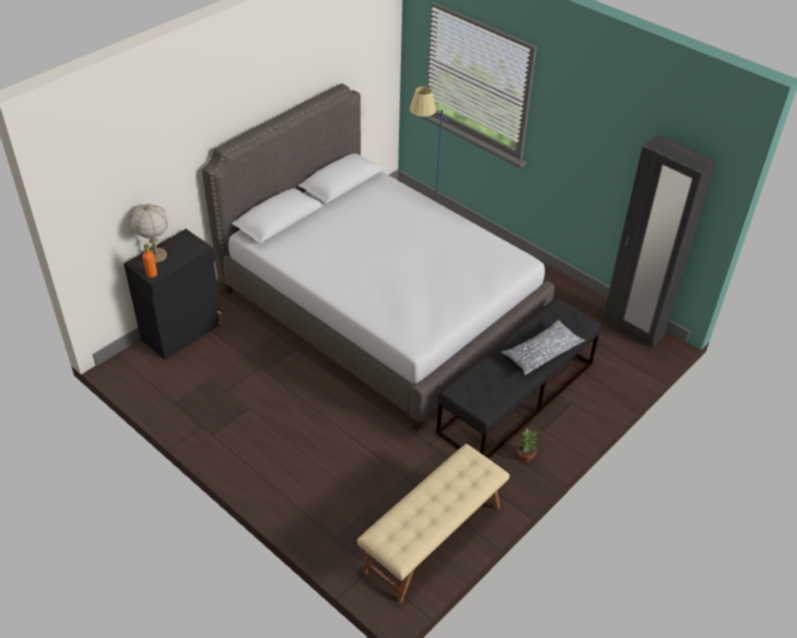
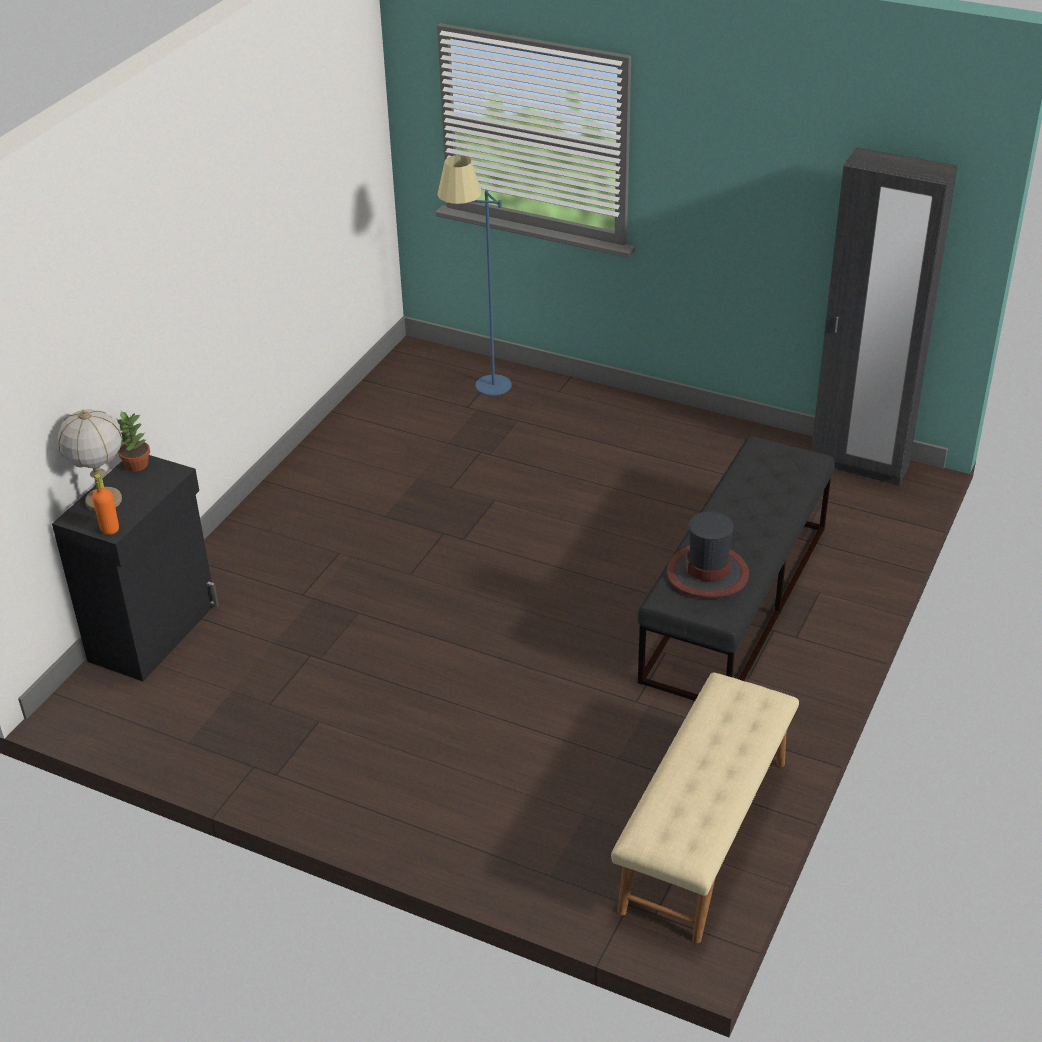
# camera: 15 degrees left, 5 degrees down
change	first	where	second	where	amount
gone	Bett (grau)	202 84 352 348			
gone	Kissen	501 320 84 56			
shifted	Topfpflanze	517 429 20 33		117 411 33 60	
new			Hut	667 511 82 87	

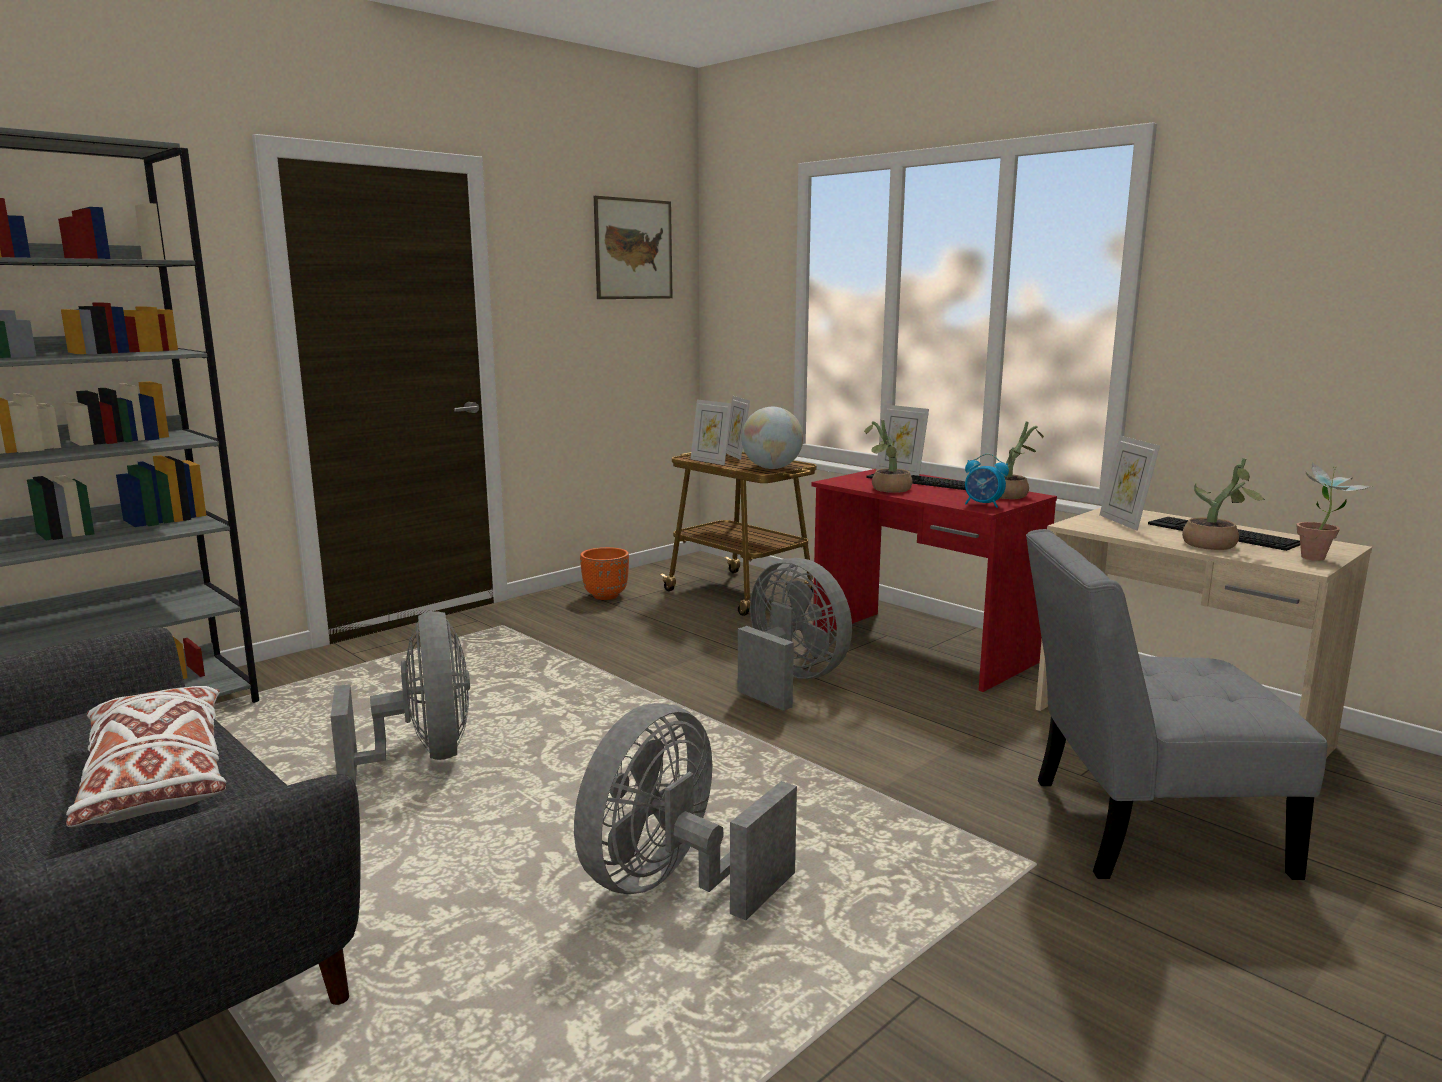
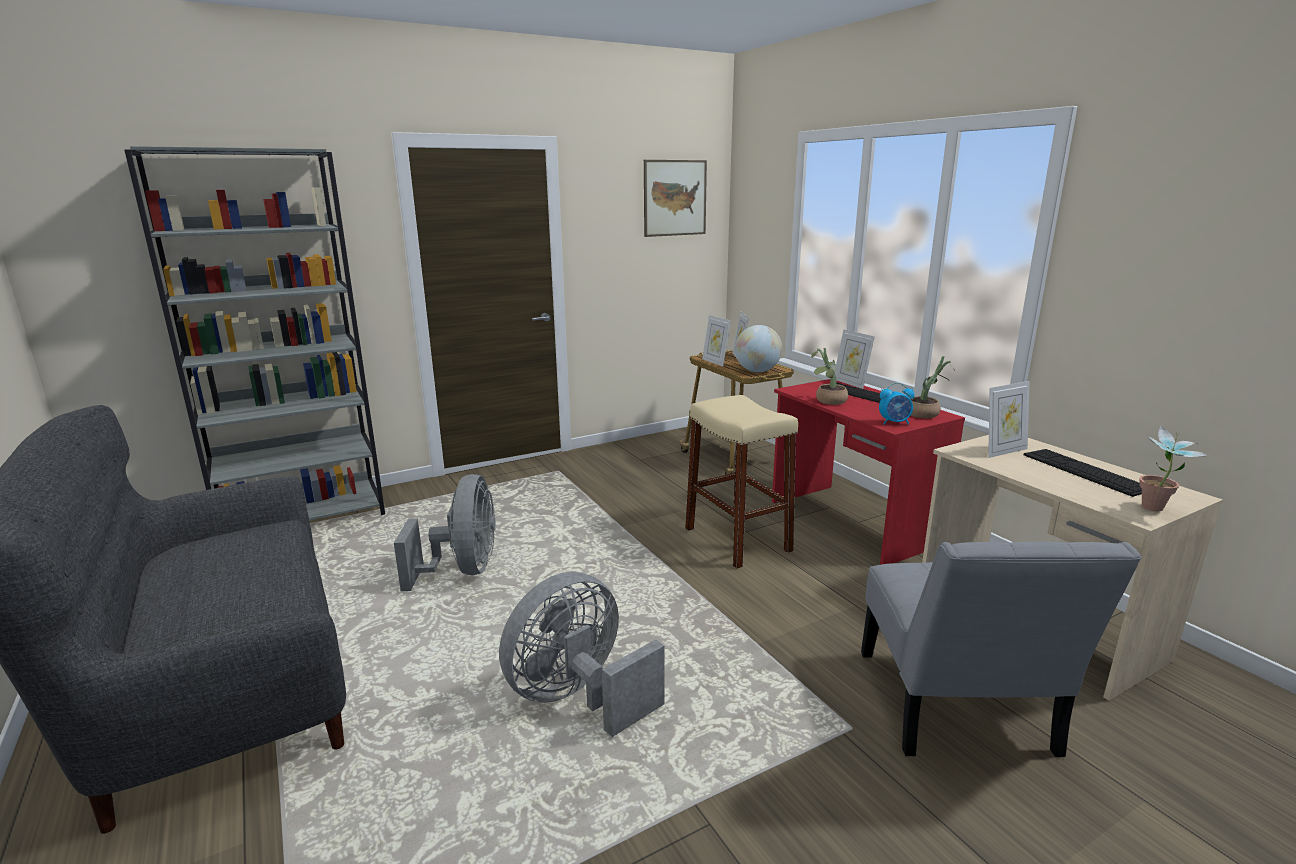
# camera: 15 degrees right, 5 degrees up
change	first	where	second	where	amount
rotated	Bilderrahmen	1099 435 61 96		988 381 42 77	120 degrees counterclockwise
rotated	Wecker	965 454 44 54		879 382 36 43	45 degrees counterclockwise
gone	Topfpflanze	1182 458 83 92			
rotated	Stuhl (grau)	1026 529 301 351		861 542 281 215	105 degrees counterclockwise
gone	Pflanzkübel (orange)	580 547 49 53			
swapped	Ventilator (grau)	738 558 114 153	Hocker (beige)	685 395 113 174	
gone	Kissen (weiß)	66 686 160 141			

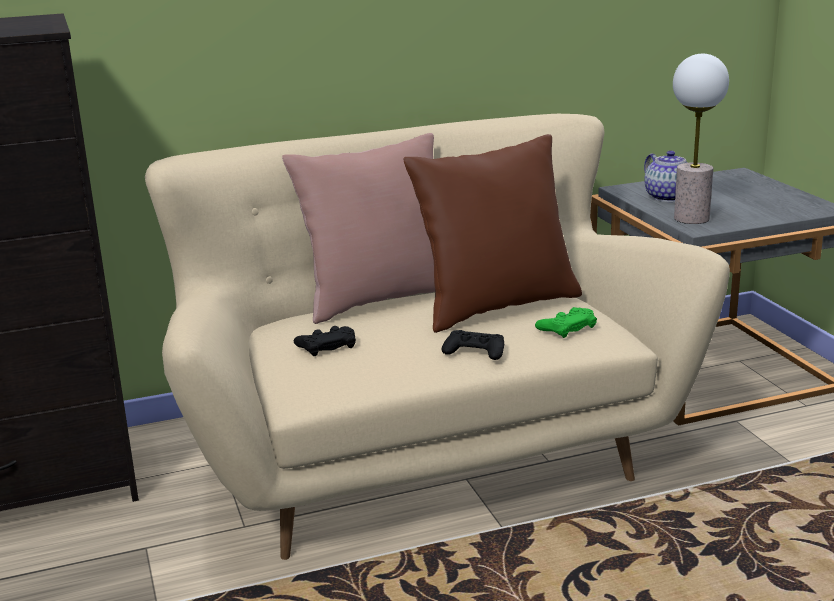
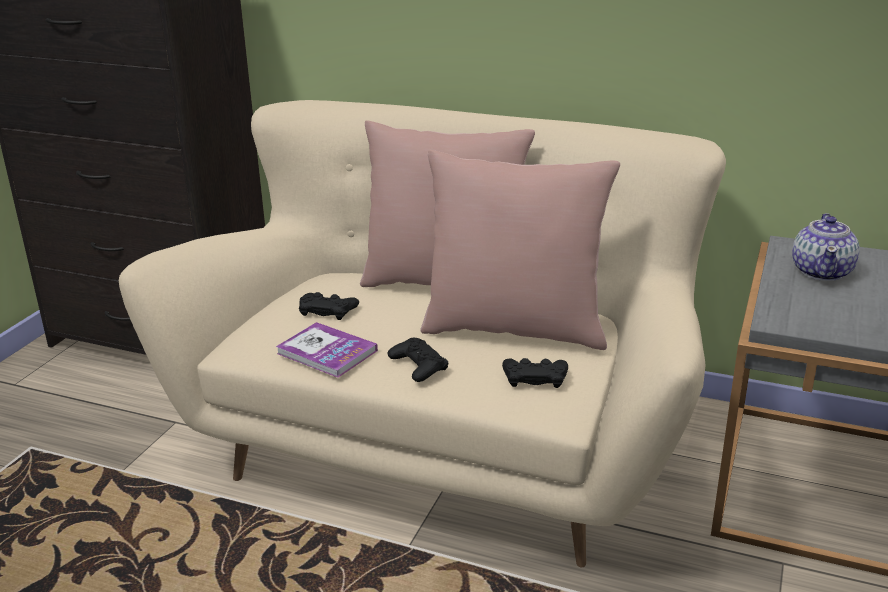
# camera: 40 degrees right, 5 degrees up
change	first	where	second	where	amount
gone	Tischlampe	673 54 56 170			
repainted	Kissen (braun)	404 134 178 199	Kissen (rosa)	420 150 200 200	
repainted	Gamepad (grün)	535 307 62 31	Gamepad (schwarz)	502 358 66 30	
new			Buch	276 322 102 56	

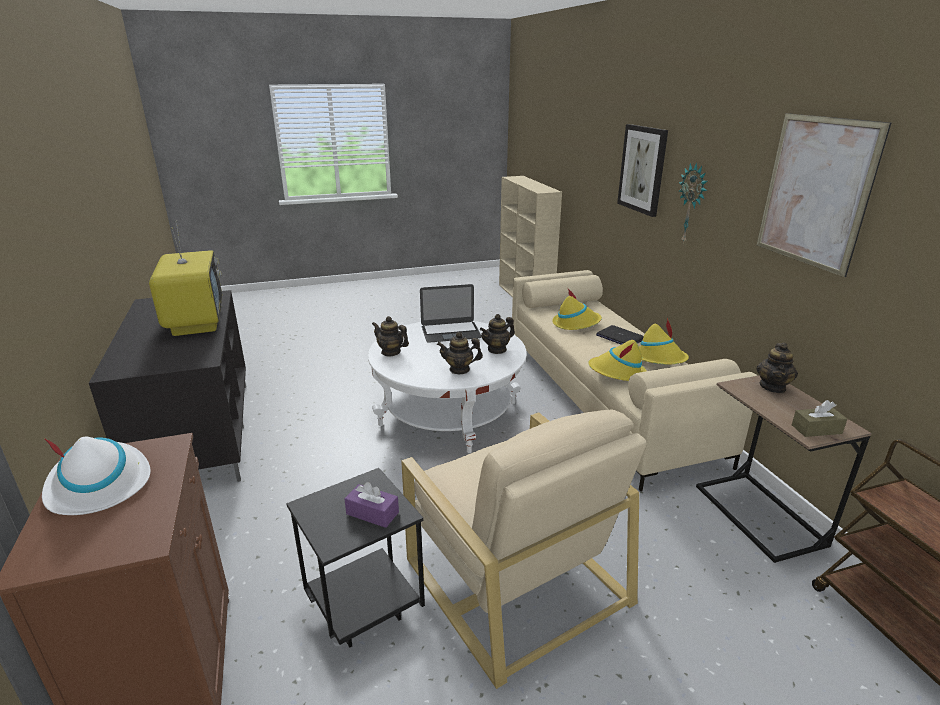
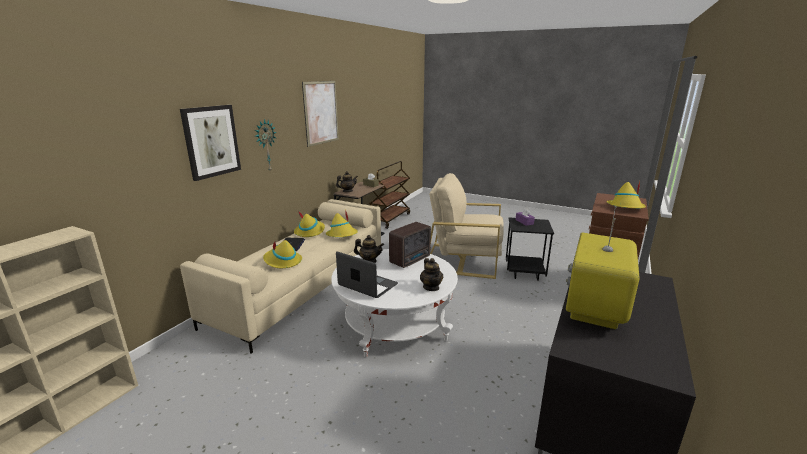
# camera: 135 degrees left, 5 degrees down
change	first	where	second	where	amount
swapped	Teekanne	437 332 46 42	Radio	389 222 42 46	
rotated	Sessel (beige)	401 409 246 280		429 173 75 106	90 degrees counterclockwise
repainted	Hut (weiß)	42 437 109 78	Hut (gelb)	607 182 39 26	

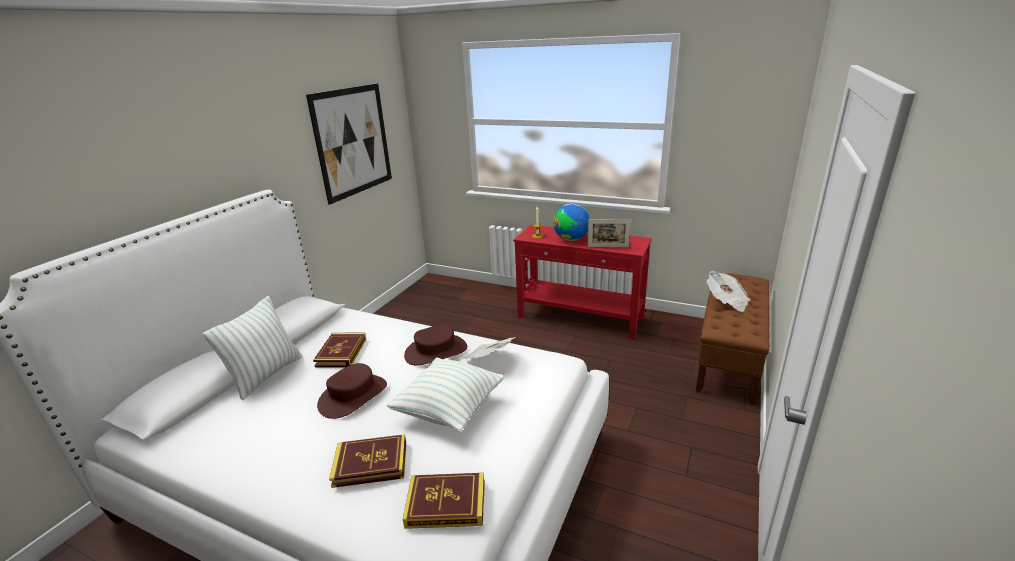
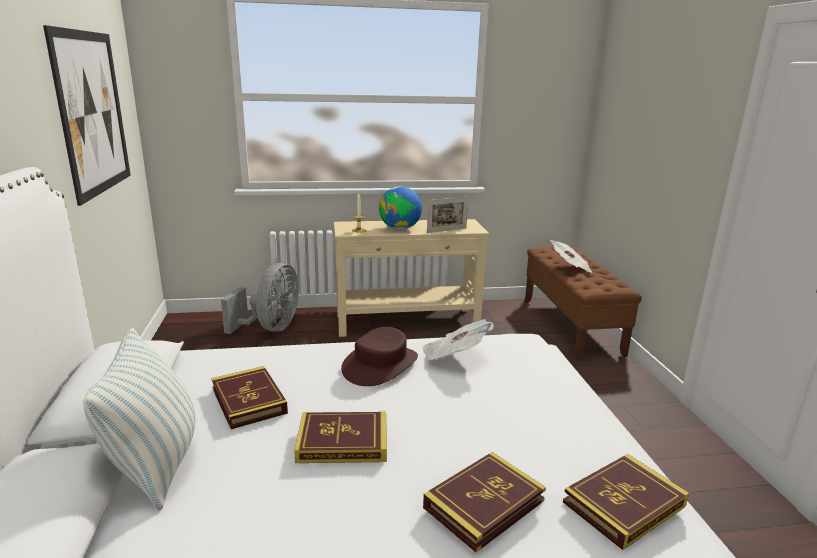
# camera: 35 degrees left, 5 degrees down
change	first	where	second	where	amount
repainted	Konsolentisch (rot)	513 225 139 115	Konsolentisch (beige)	334 219 155 118	
gone	Kissen	387 358 117 74			
swapped	Hut (braun)	317 363 70 56	Buch	294 412 93 51	
new			Ventilator (grau)	221 263 78 71	

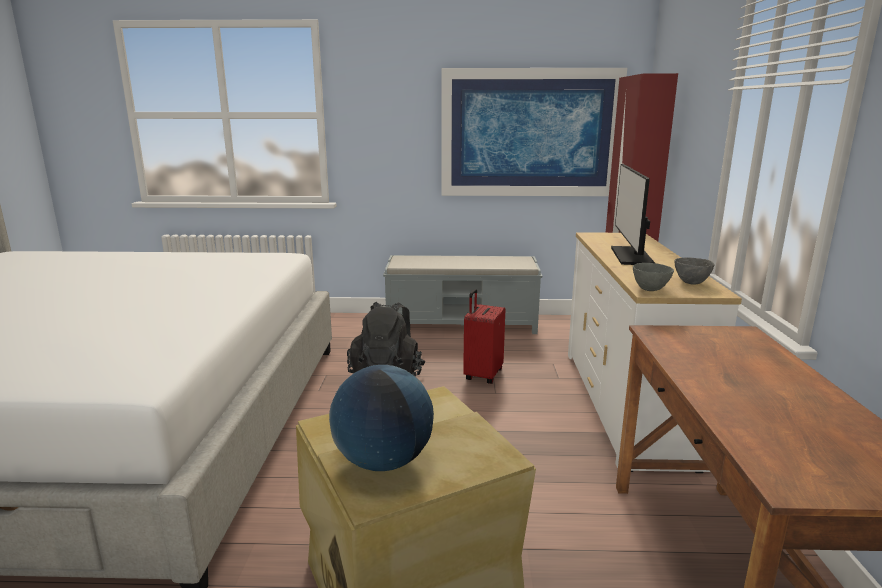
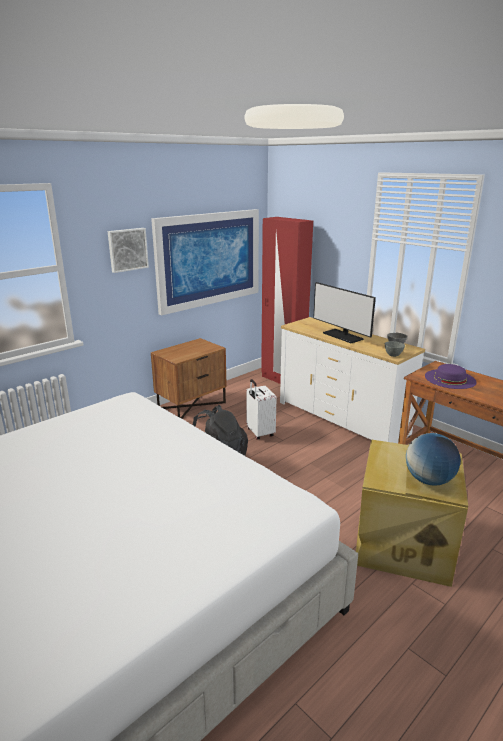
# camera: 45 degrees left, 5 degrees up
change	first	where	second	where	amount
swapped	Bank (grau)	383 255 159 79	Nachttisch (braun)	151 338 76 81	
repainted	Koffer (rot)	463 289 42 95	Koffer (weiß)	246 379 30 61	
new			Bild	108 228 41 45	
new			Hut (lila)	425 364 52 25	

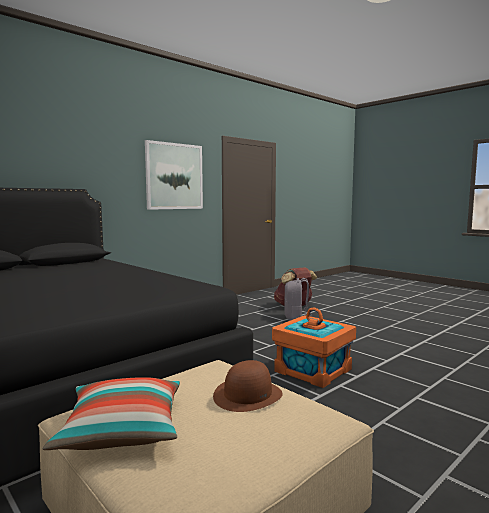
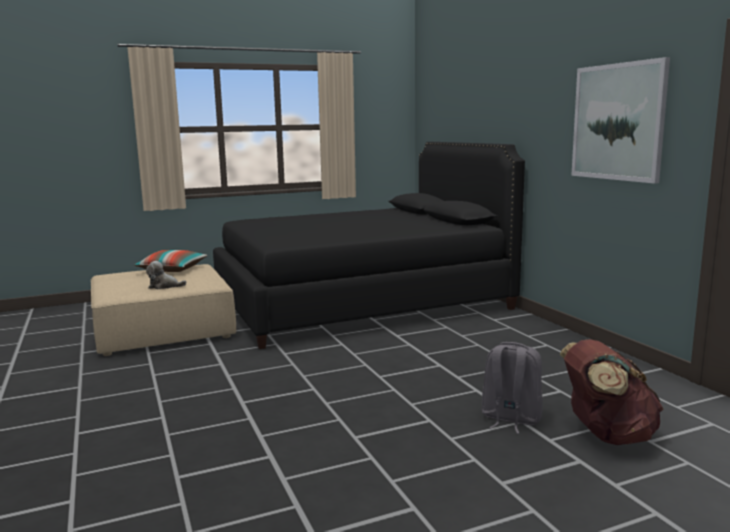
# camera: 110 degrees right, 5 degrees up
change	first	where	second	where	amount
gone	Aufbewahrungsbox (orange)	272 307 84 81			
swapped	Hut (braun)	213 360 70 52	Plüschtier	146 261 40 28	

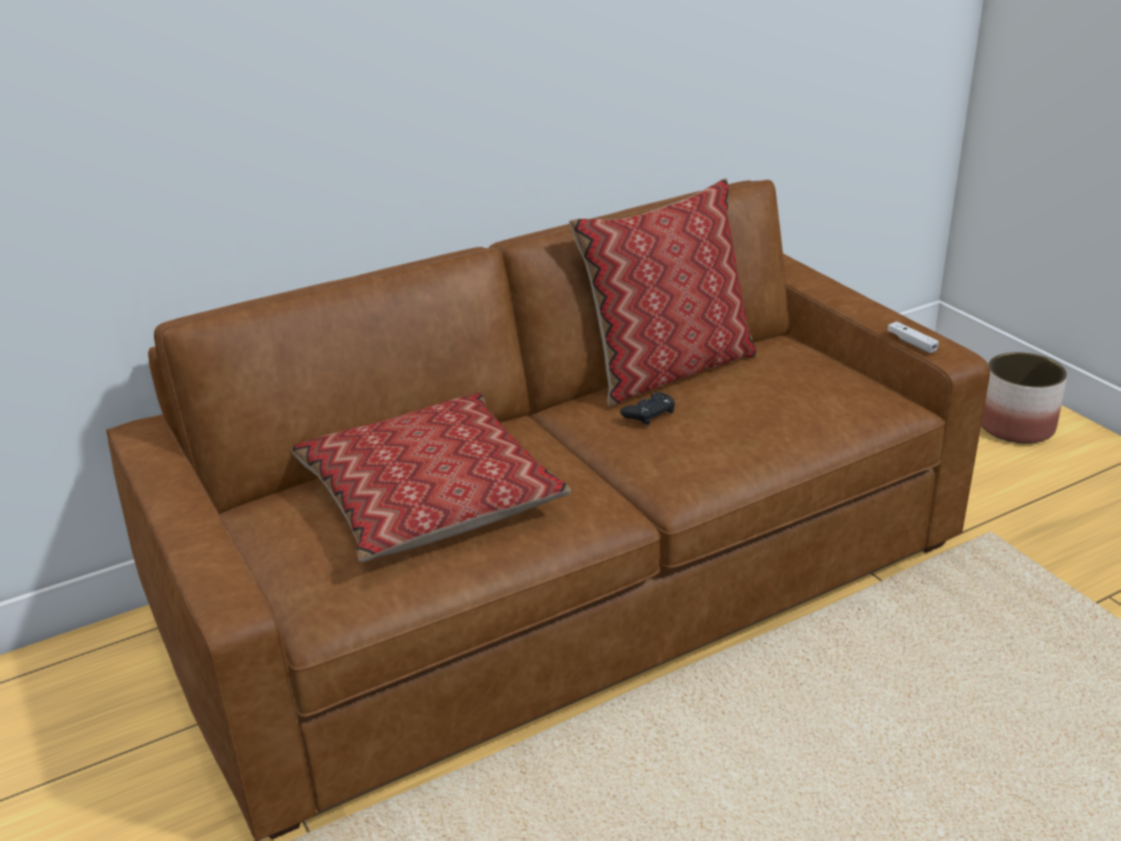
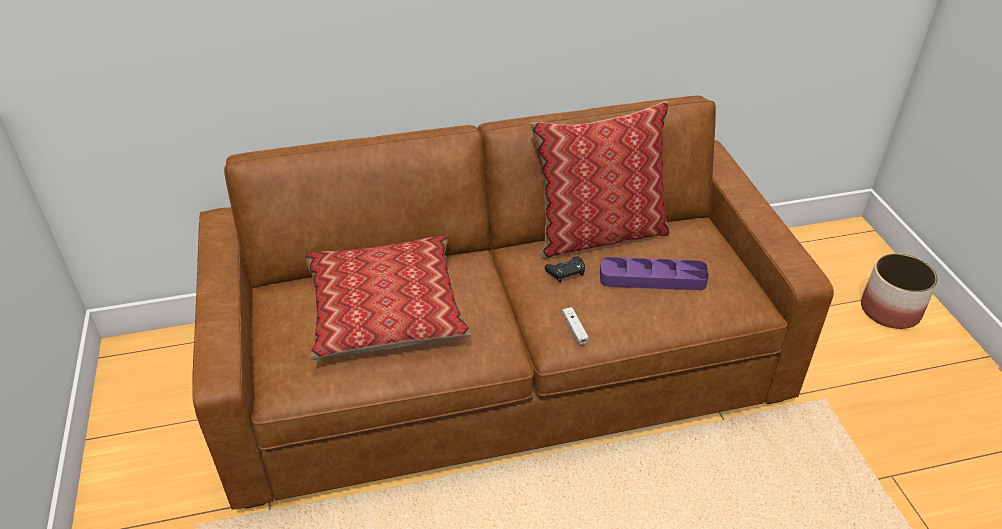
# camera: 15 degrees right, 10 degrees up
change	first	where	second	where	amount
shifted	Gamepad (weiß)	887 322 52 31		562 307 27 38	
new			Tablett (lila)	600 257 109 33	

